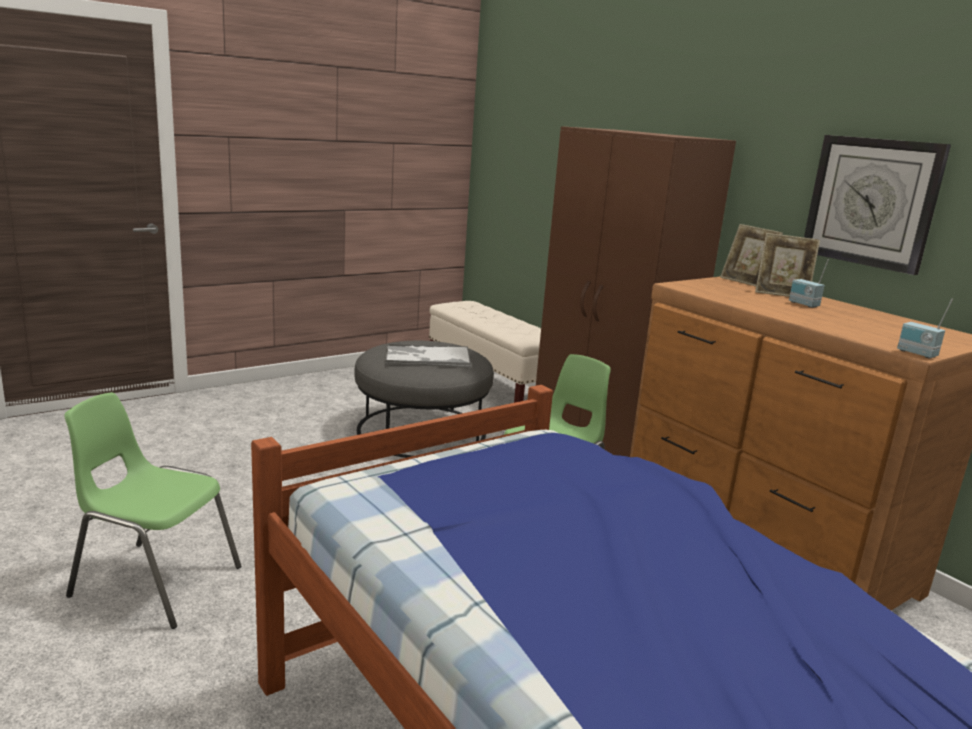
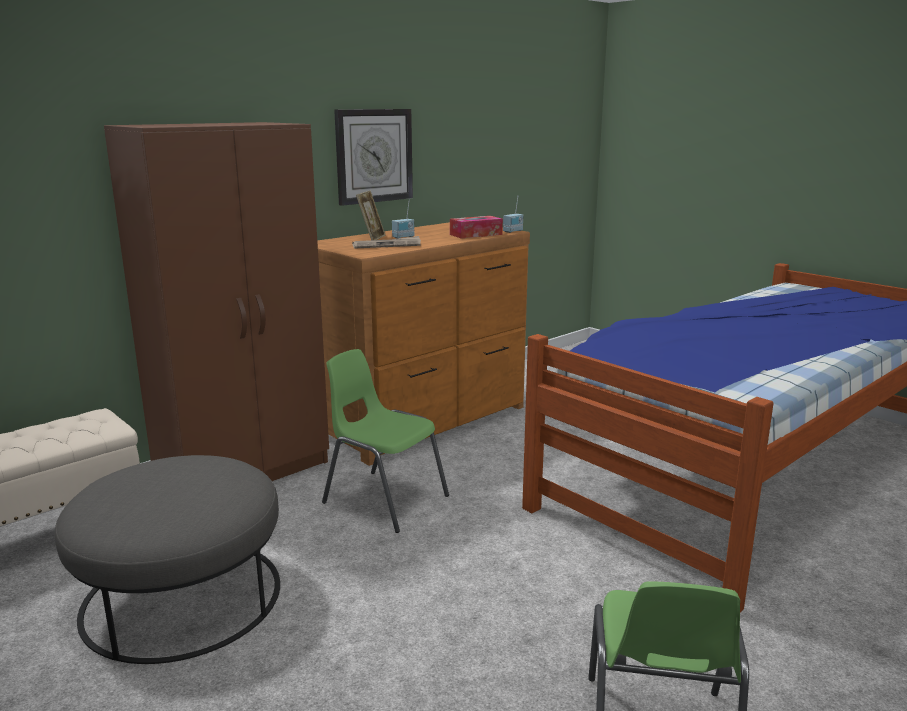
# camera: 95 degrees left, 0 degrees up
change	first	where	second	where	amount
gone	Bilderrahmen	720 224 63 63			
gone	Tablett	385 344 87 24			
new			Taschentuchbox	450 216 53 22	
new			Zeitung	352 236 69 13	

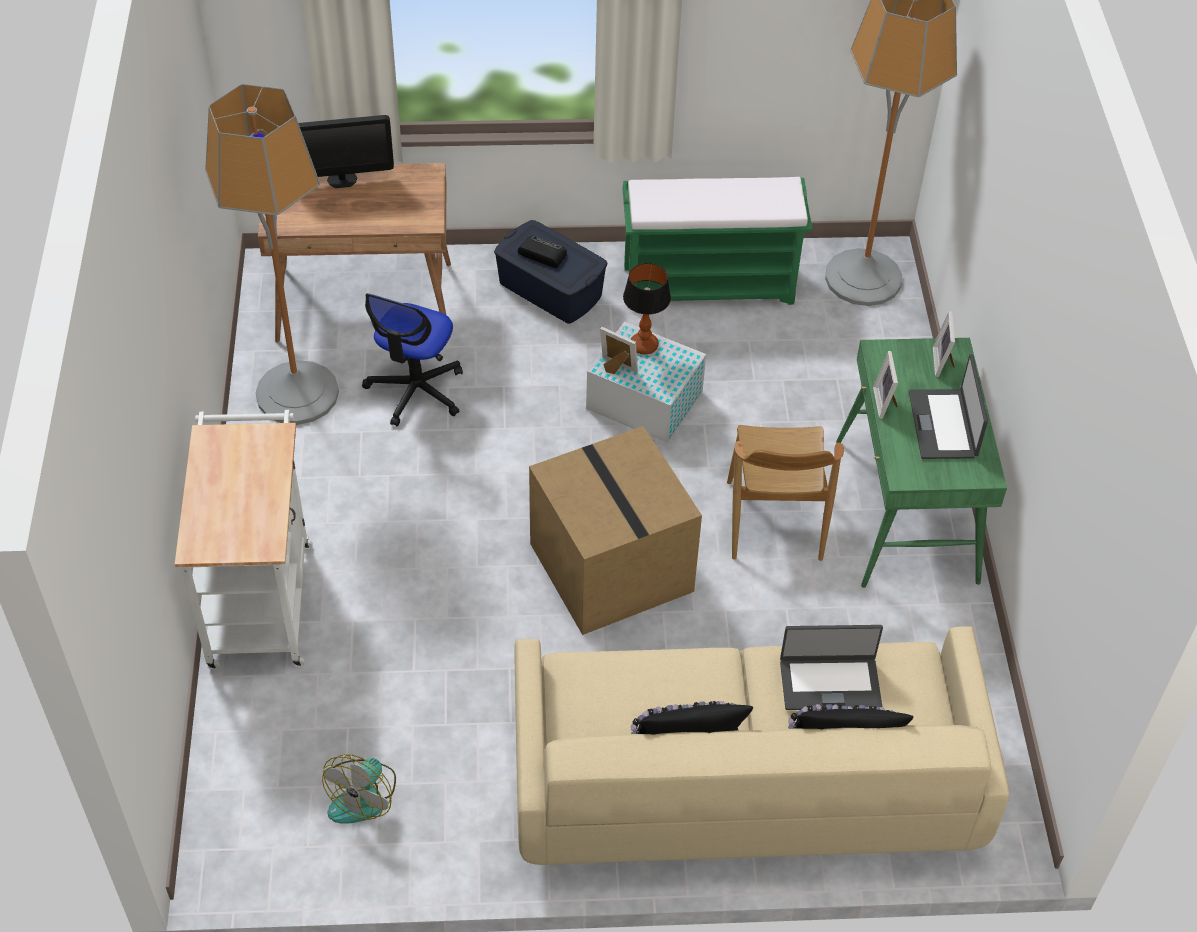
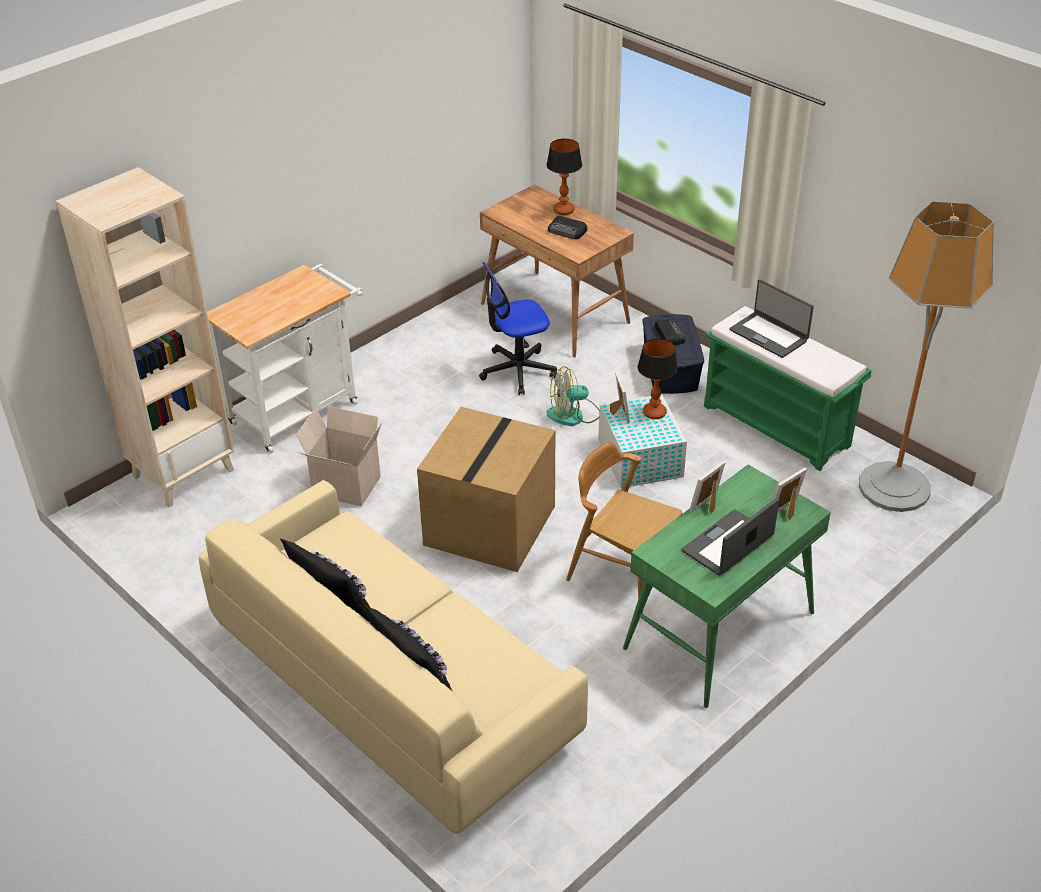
# camera: 50 degrees right, 10 degrees down
change	first	where	second	where	amount
gone	Stehlampe	205 84 134 341			
swapped	Monitor	298 115 96 73	Tischlampe	547 139 35 76	
rotated	Stuhl (braun)	727 425 117 136		566 442 116 172	75 degrees clockwise
shifted	Laptop	780 625 103 85		729 279 85 79	
shifted	Ventilator	322 754 74 70		547 366 53 60	
new			Bücherregal (beige)	56 167 178 340	
new			Radio	548 216 39 23	
new			Karton	296 406 86 101	

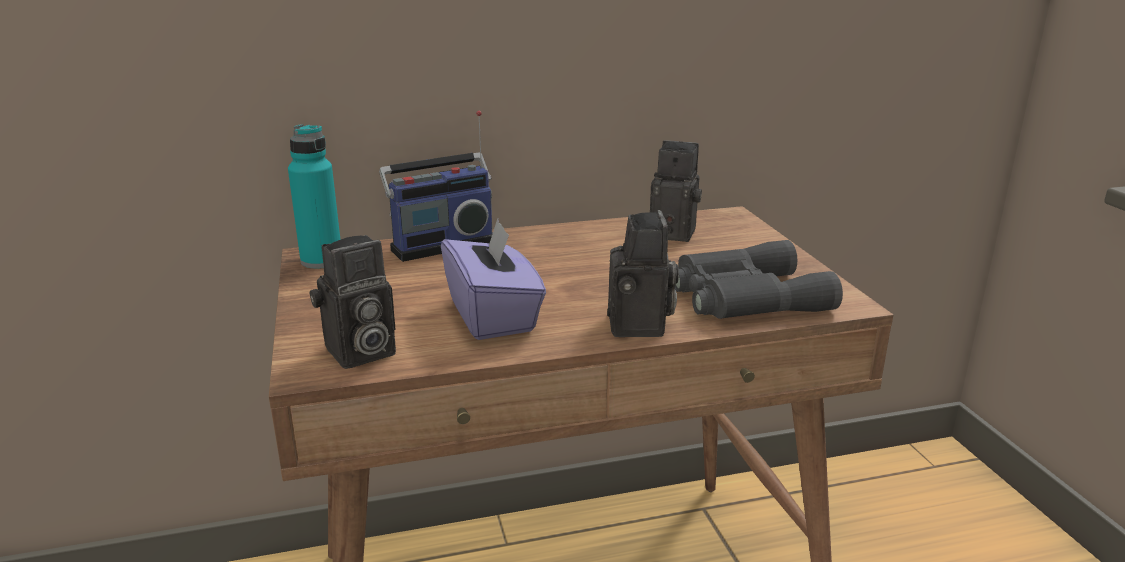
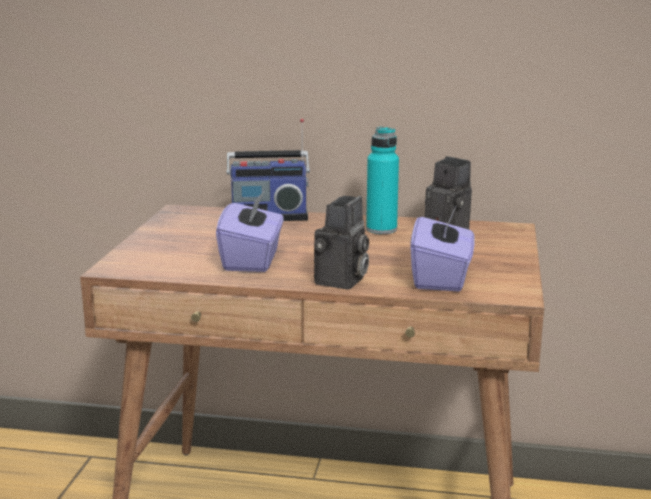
# camera: 25 degrees right, 5 degrees down
change	first	where	second	where	amount
shifted	Flasche (türkis)	288 124 52 145		366 126 33 108	
gone	Kamera	310 235 86 134			
swapped	Fernglas (grau)	675 240 168 79	Taschentuchbox (lila)	411 205 64 86	

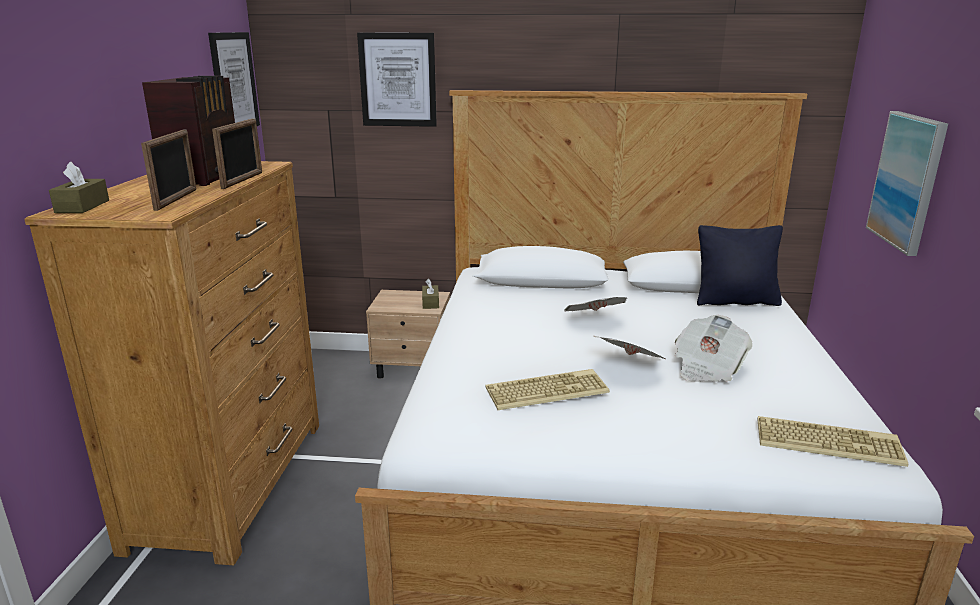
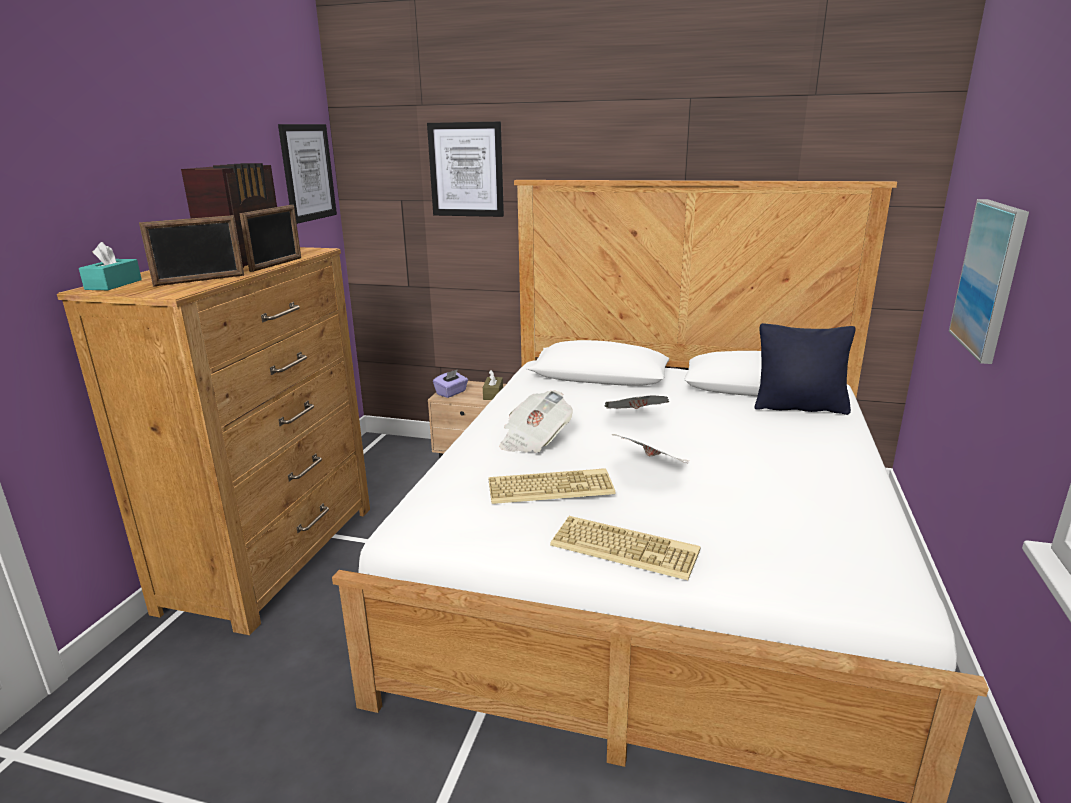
# camera: 10 degrees right, 0 degrees up
change	first	where	second	where	amount
rotated	Bilderrahmen	141 130 55 81		139 215 105 72	45 degrees clockwise
repainted	Taschentuchbox (braun)	49 161 60 52	Taschentuchbox (türkis)	79 242 63 48	
shifted	Zeitung	675 315 78 67		499 390 74 63	
shifted	Tastatur	757 416 151 51		550 516 151 64	
new			Taschentuchbox (lila)	433 369 35 29	

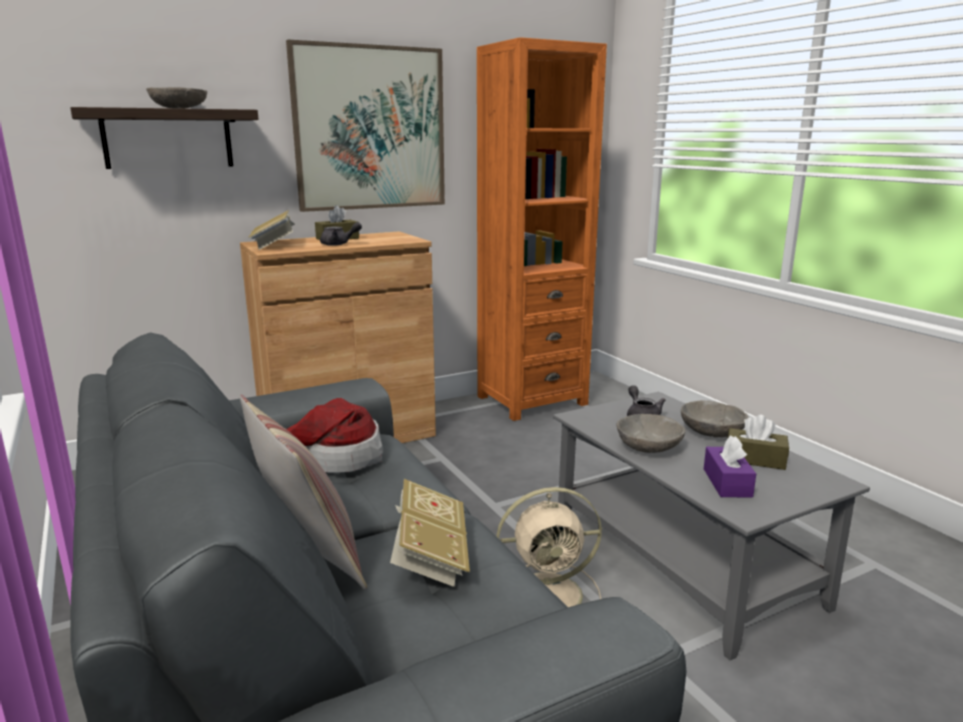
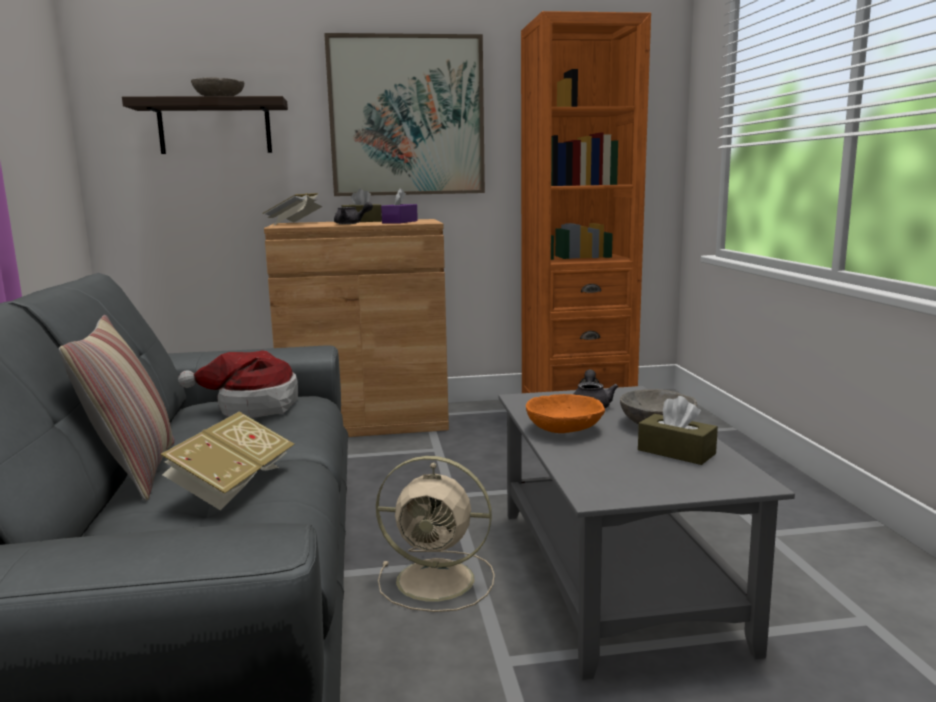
# camera: 20 degrees right, 5 degrees down
change	first	where	second	where	amount
repainted	Schüssel (grau)	616 414 70 39	Schüssel (orange)	526 394 79 39	
shifted	Taschentuchbox (lila)	704 435 52 63		381 188 37 35	

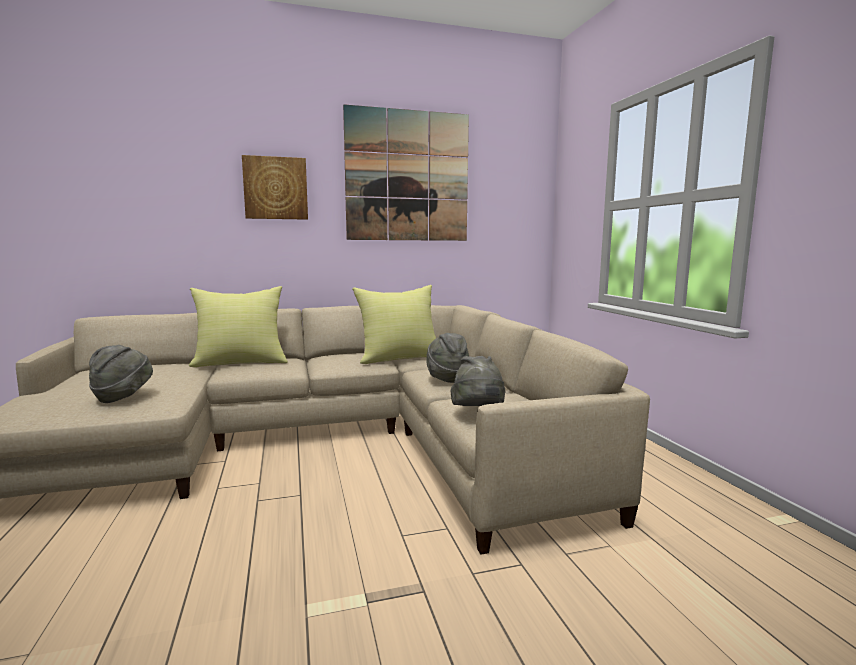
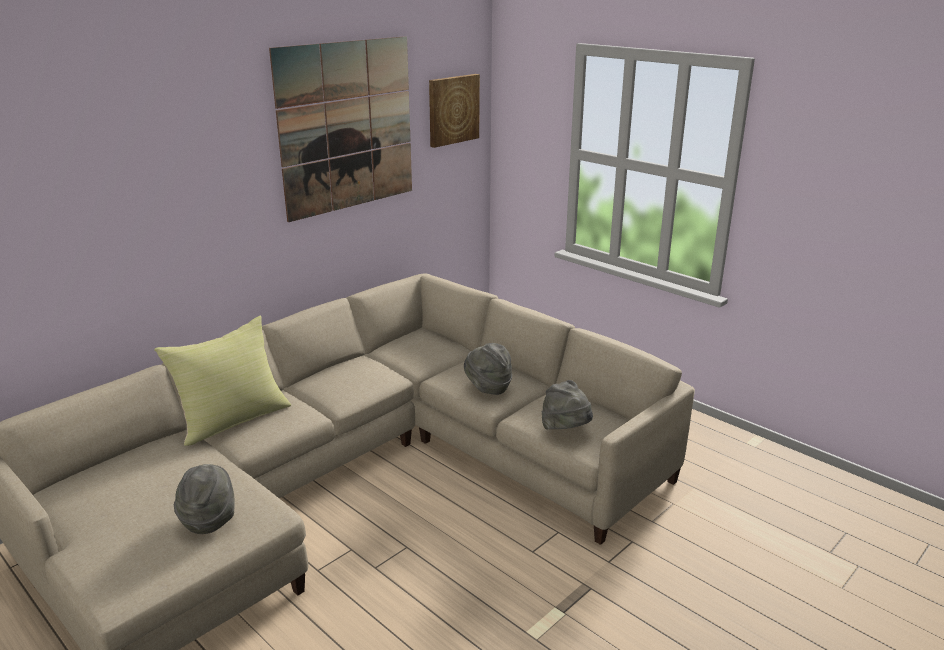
# camera: 30 degrees left, 15 degrees up
change	first	where	second	where	amount
shifted	Bild	242 155 66 65		429 74 51 74	
gone	Kissen (gelb)	352 285 84 79			

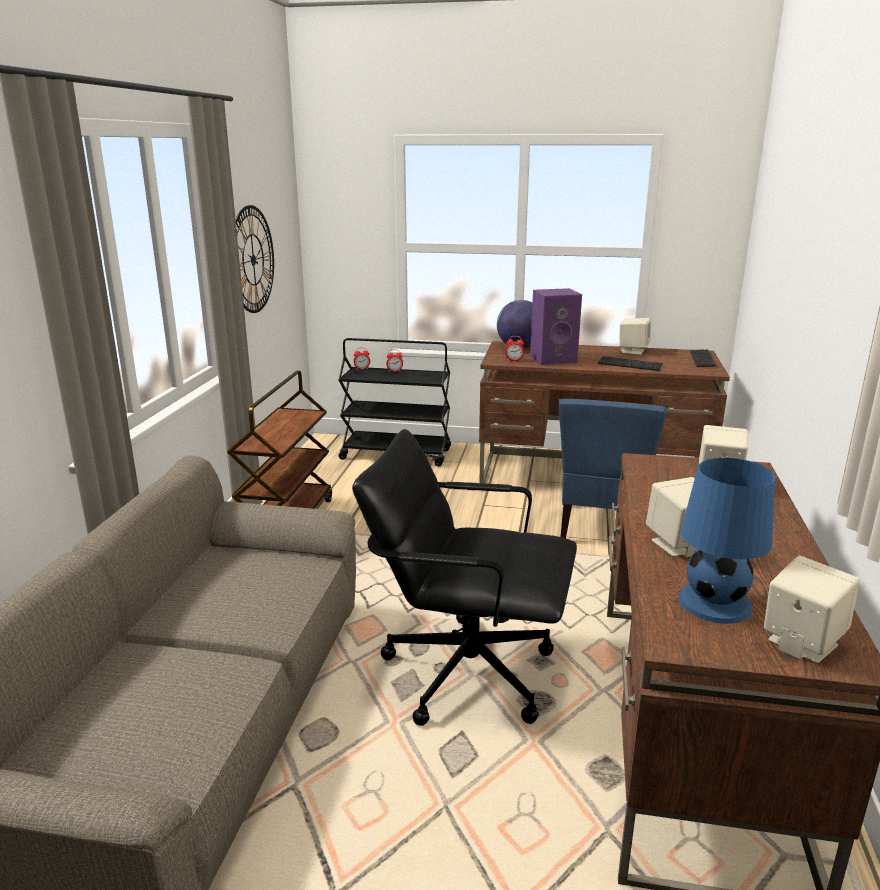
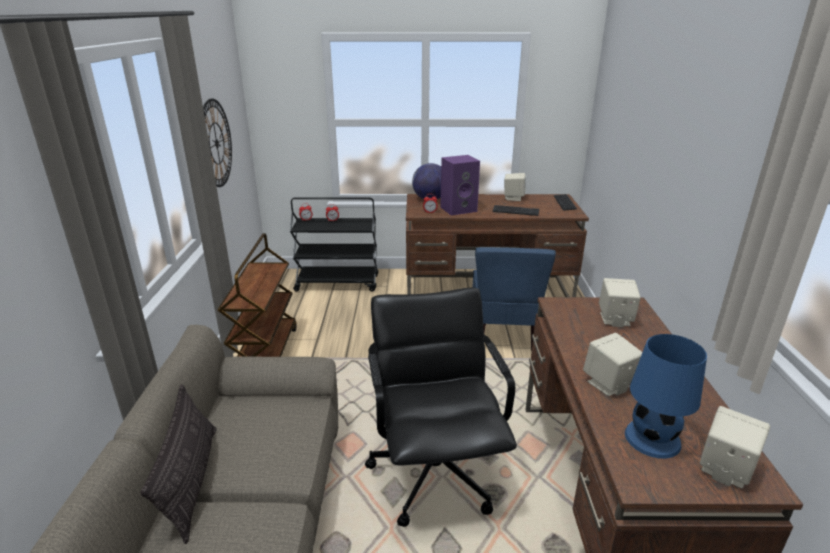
# camera: 10 degrees left, 5 degrees up
change	first	where	second	where	amount
rotated	Bürostuhl (schwarz)	352 429 225 297		365 288 152 239	75 degrees clockwise
new			Kissen	141 384 76 160	

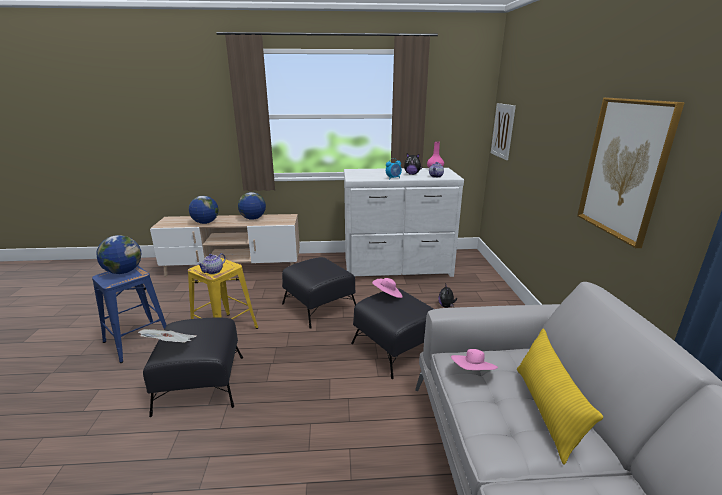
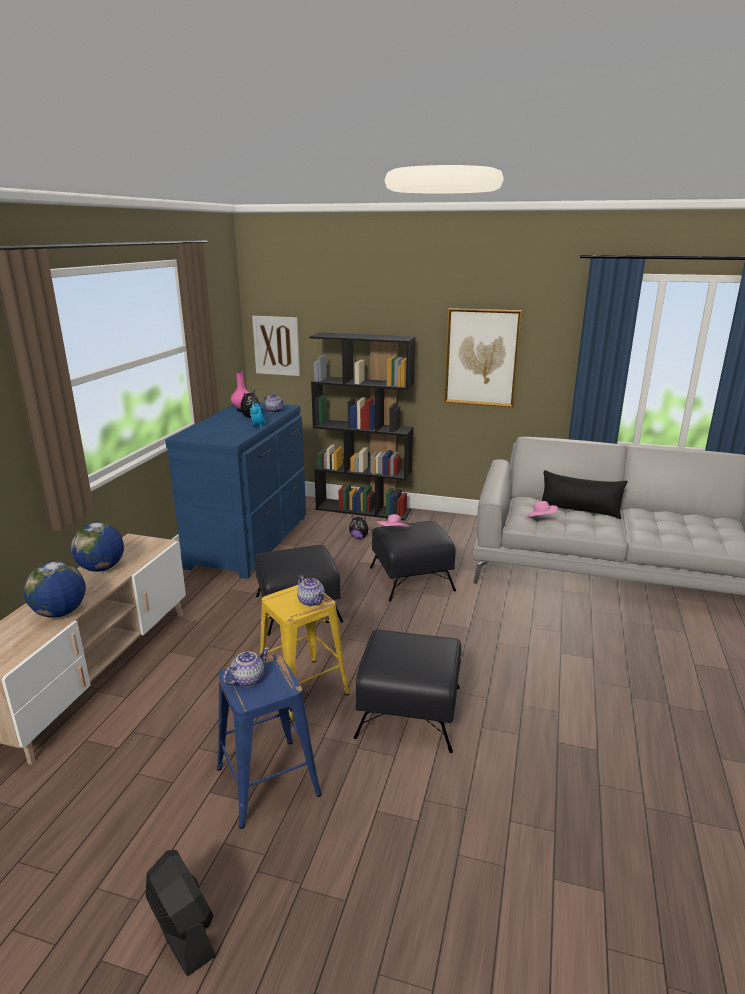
# camera: 70 degrees left, 0 degrees up
change	first	where	second	where	amount
repainted	Kommode (weiß)	344 168 120 109	Kommode (blau)	165 402 141 177	
swapped	Globus	96 235 45 39	Teekanne	223 647 46 40	
gone	Zeitung	138 329 58 14			
repainted	Kissen (gelb)	517 329 86 136	Kissen (schwarz)	542 470 86 49	
new			Bücherregal (schwarz)	309 332 106 189	
new			Ventilator (schwarz)	146 850 70 126	

